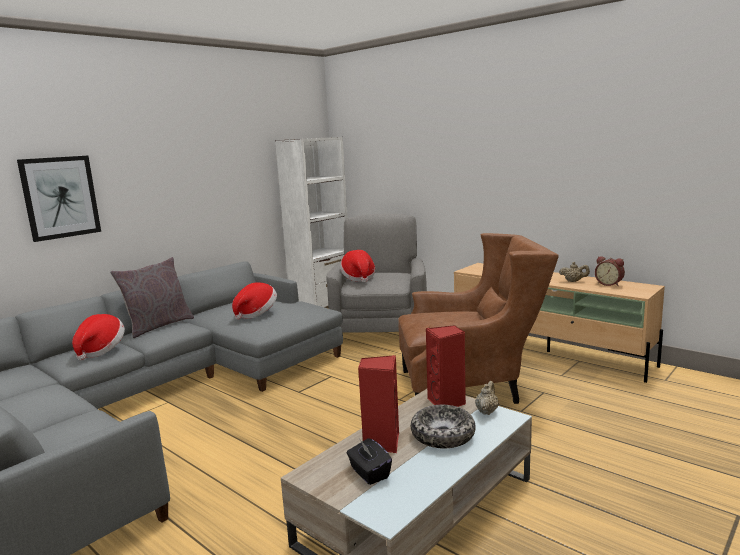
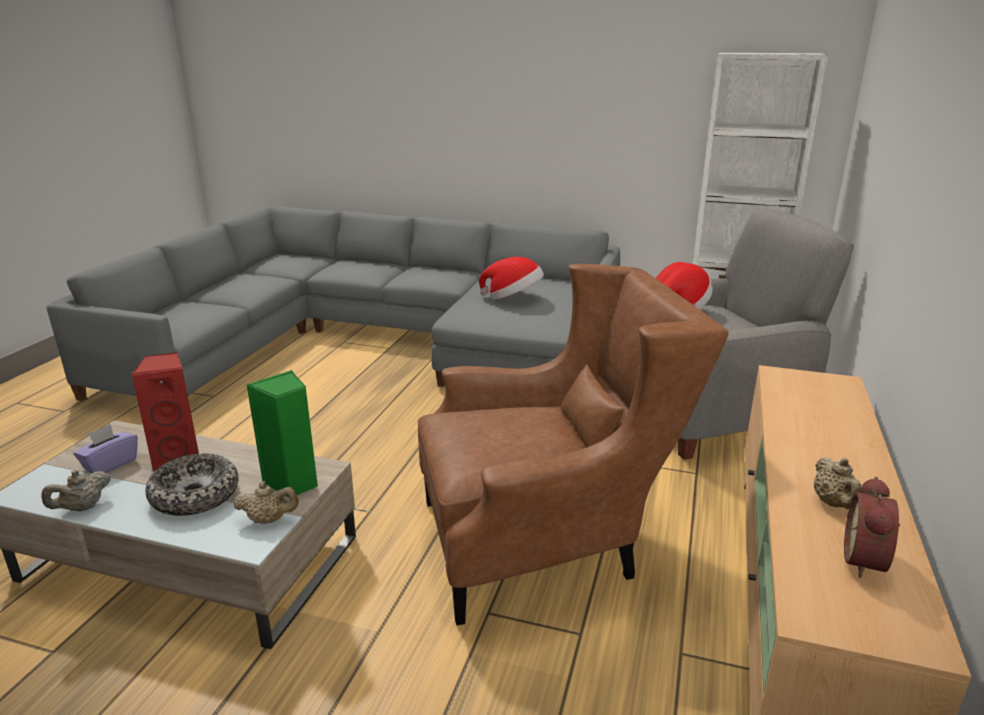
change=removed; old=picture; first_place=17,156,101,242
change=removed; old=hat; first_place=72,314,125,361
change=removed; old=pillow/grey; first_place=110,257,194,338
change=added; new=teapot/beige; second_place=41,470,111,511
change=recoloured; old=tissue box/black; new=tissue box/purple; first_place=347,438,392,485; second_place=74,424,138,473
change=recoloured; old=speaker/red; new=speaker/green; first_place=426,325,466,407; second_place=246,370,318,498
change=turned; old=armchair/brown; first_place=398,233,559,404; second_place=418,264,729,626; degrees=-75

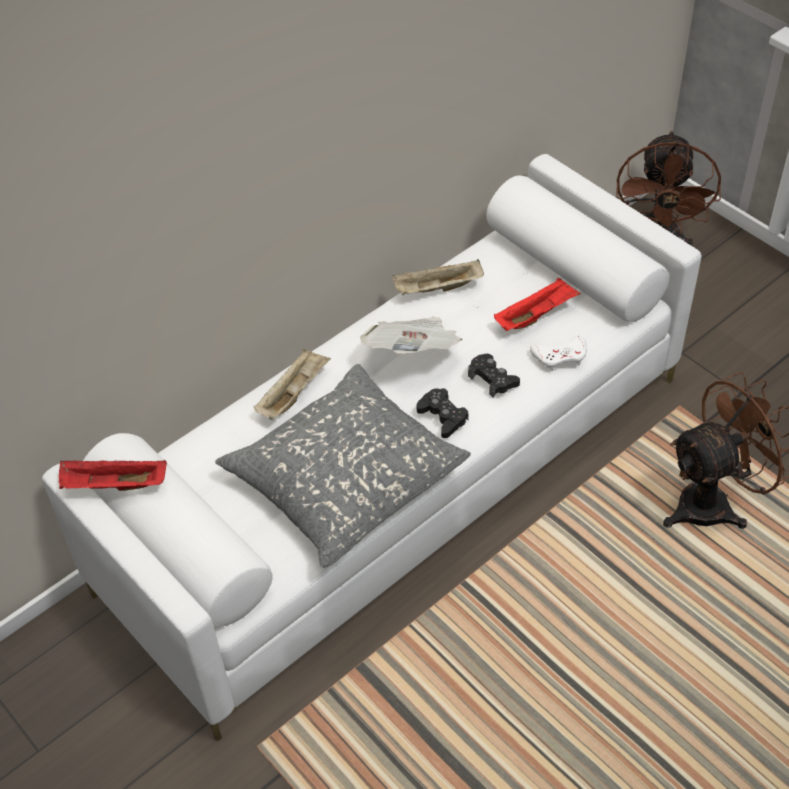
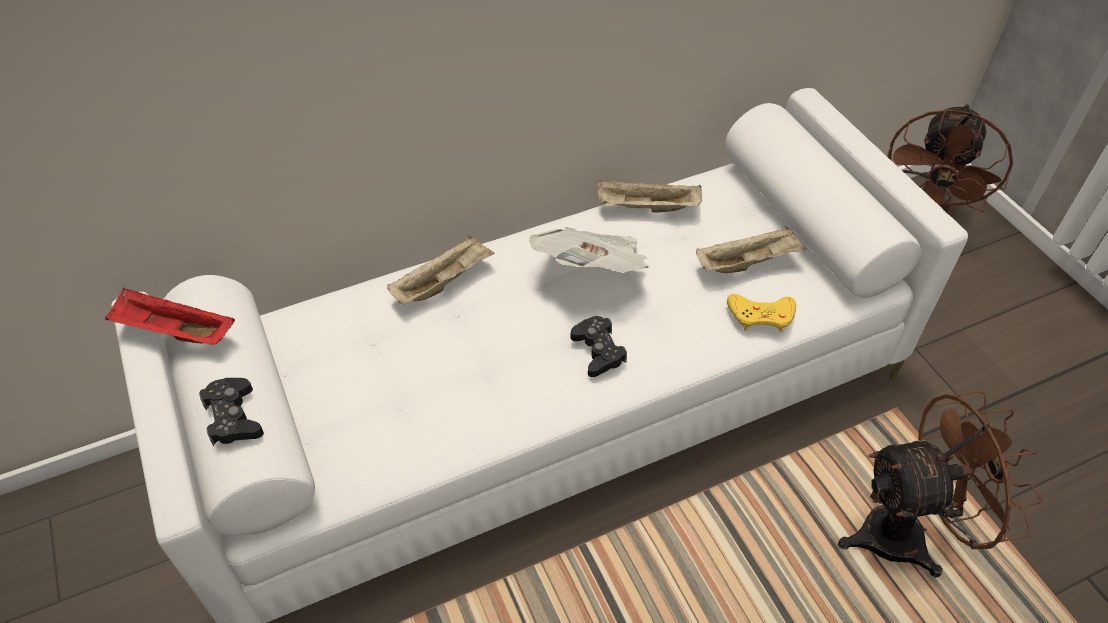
change=removed; old=pillow/grey; first_place=215,364,471,568
change=moved; old=game controller/black; first_place=468,354,520,398; second_place=199,378,264,446
change=recoloured; old=tray/red; new=tray/beige; first_place=494,278,581,331; second_place=696,225,807,273
change=recoloured; old=game controller/white; new=game controller/yellow; first_place=530,336,587,371; second_place=727,294,796,332

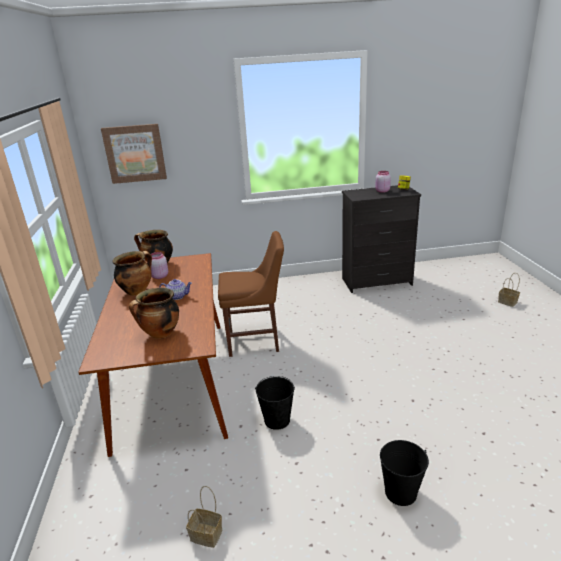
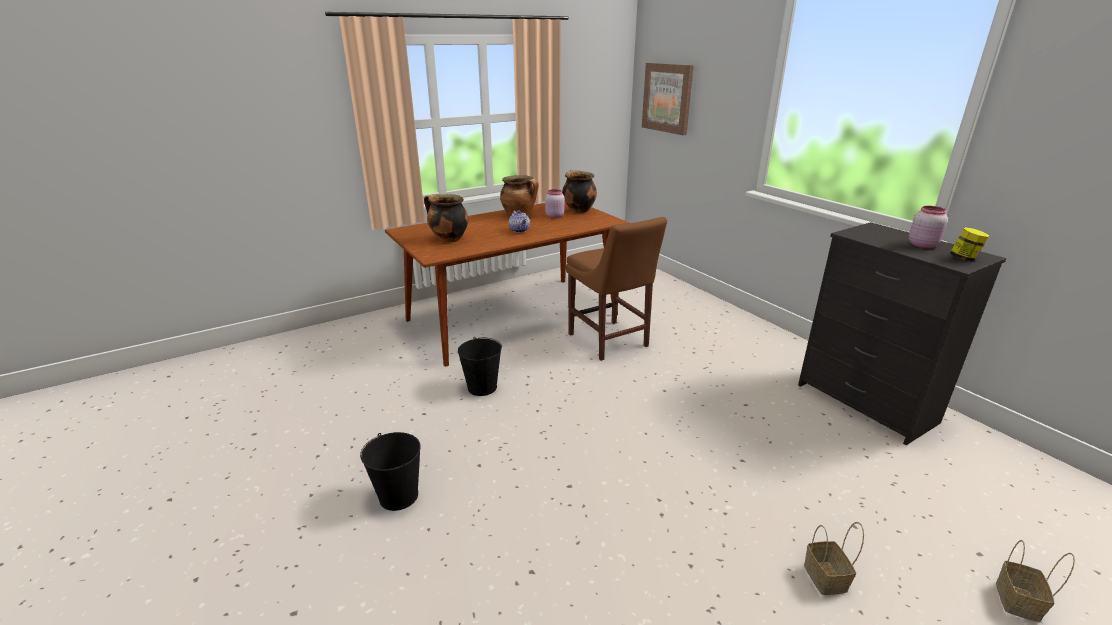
change=moved; old=basket; first_place=186,486,222,548; second_place=804,522,864,595

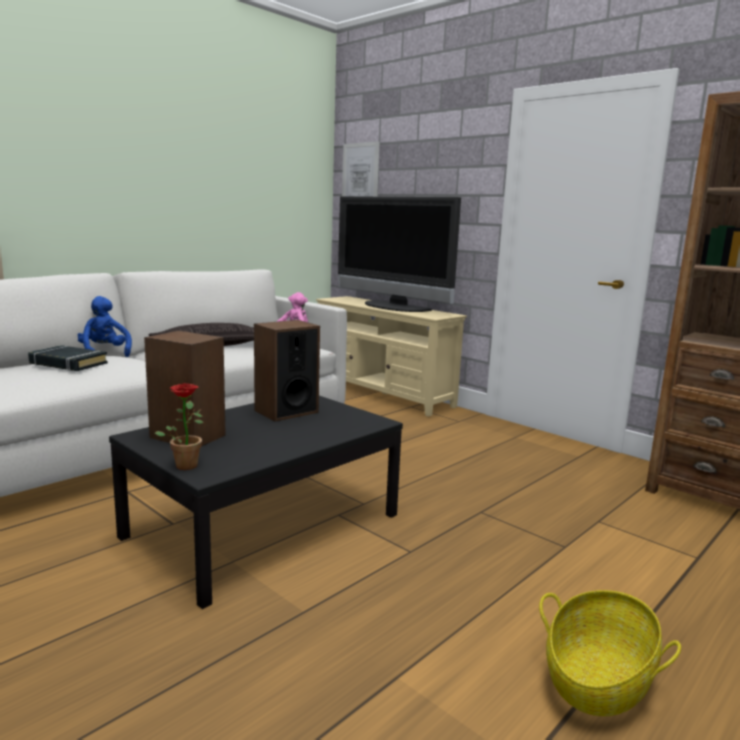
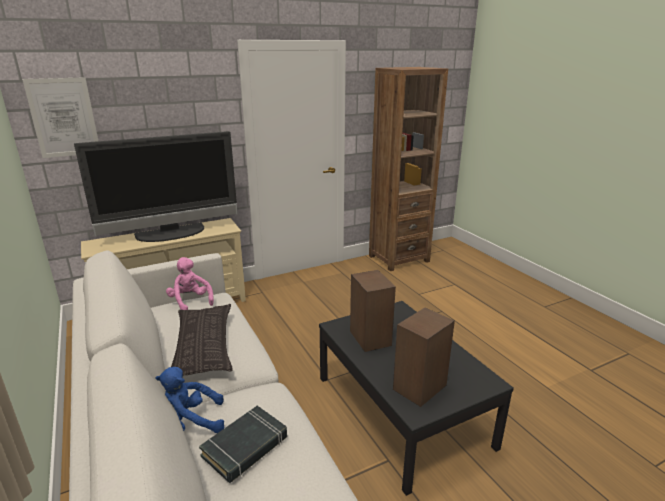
change=removed; old=potted plant; first_place=155,383,203,470
change=removed; old=basket; first_place=539,590,681,716

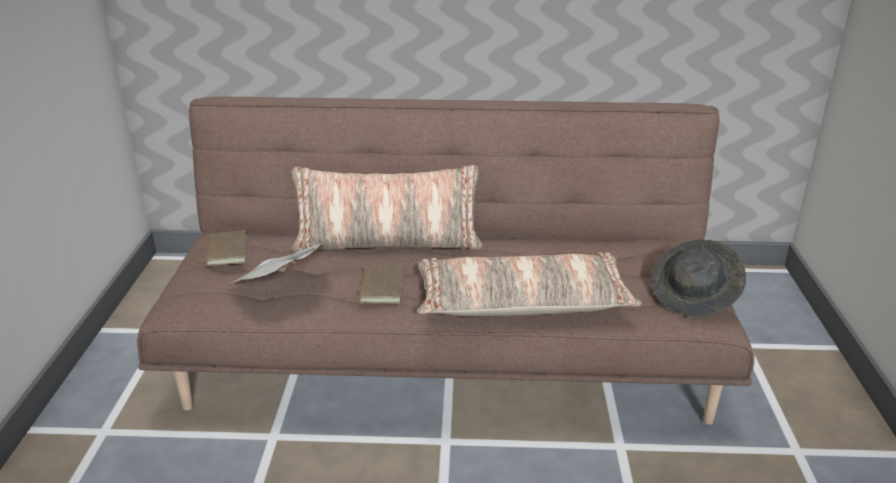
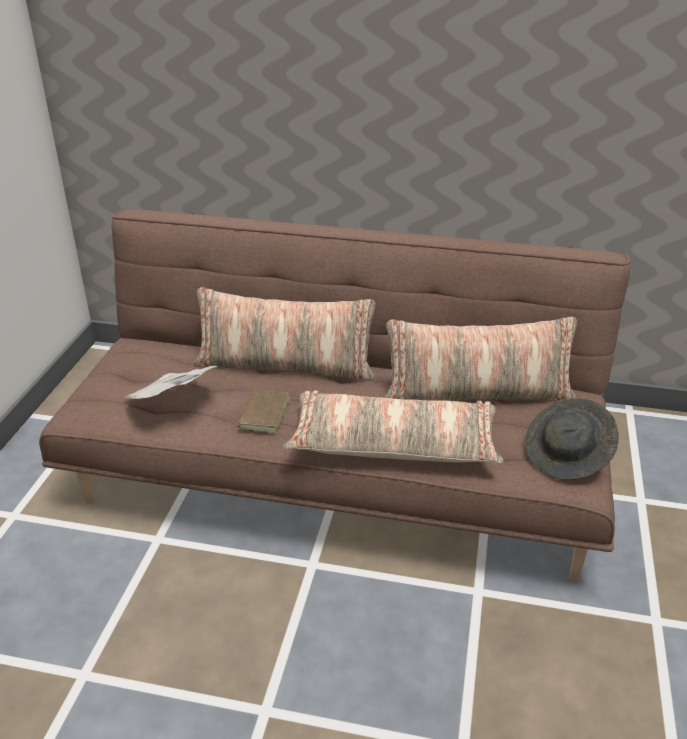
change=removed; old=book/brown; first_place=192,230,248,266
change=added; new=pillow; second_place=384,317,577,401

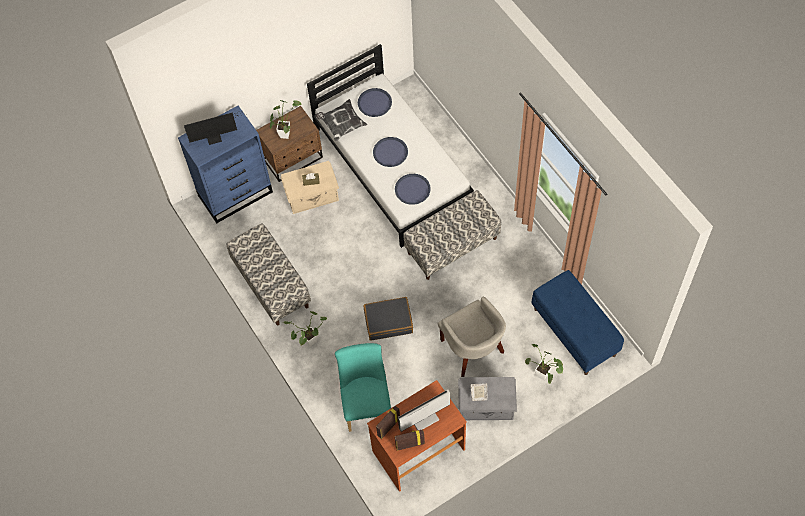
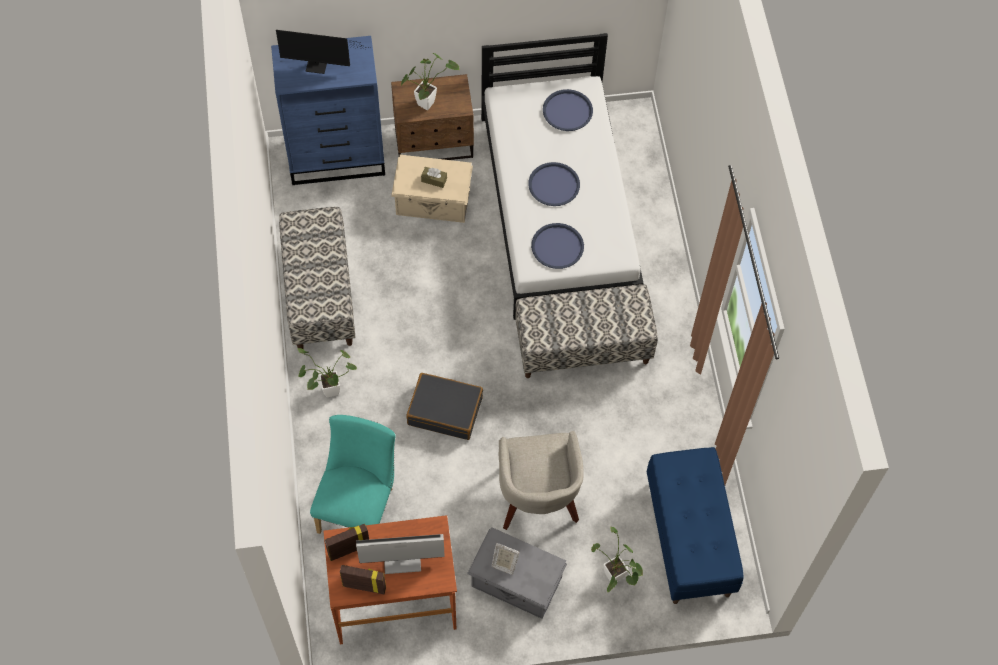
change=removed; old=pillow; first_place=315,99,367,141

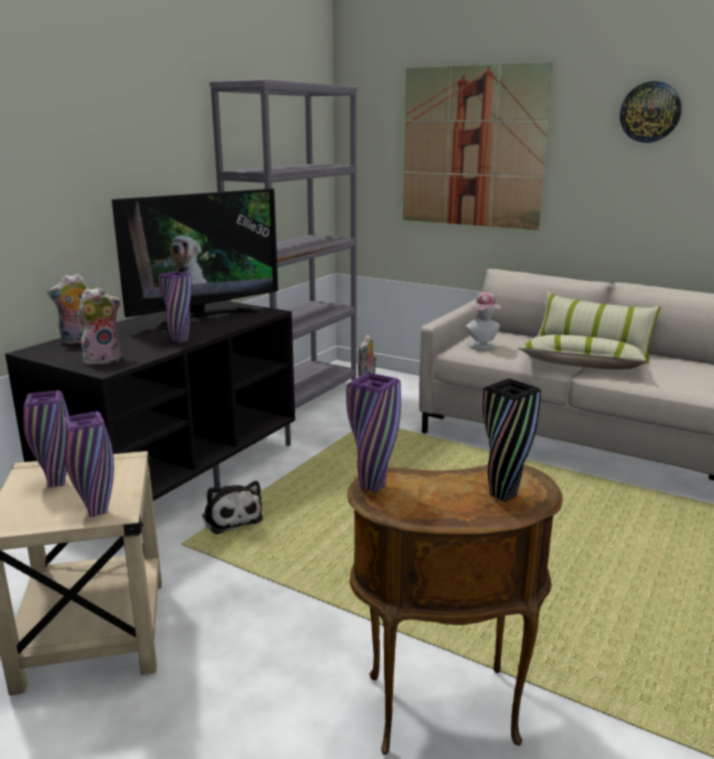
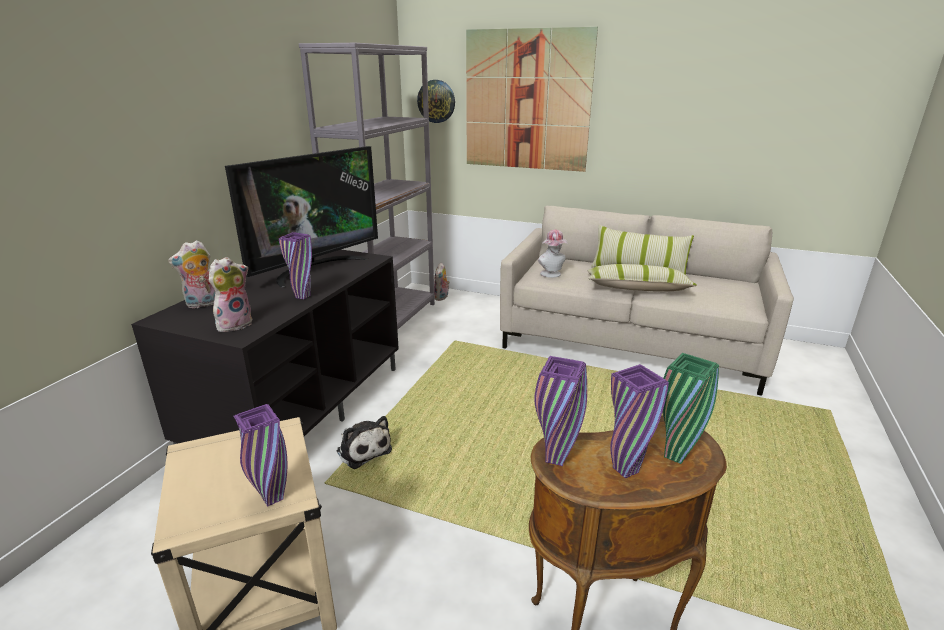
change=moved; old=vase/purple; first_place=23,390,69,488; second_place=610,364,669,478
change=moved; old=wall clock; first_place=620,81,682,143; second_place=417,80,455,123
change=recoloured; old=vase/black; new=vase/green; first_place=483,378,541,502; second_place=663,353,719,464

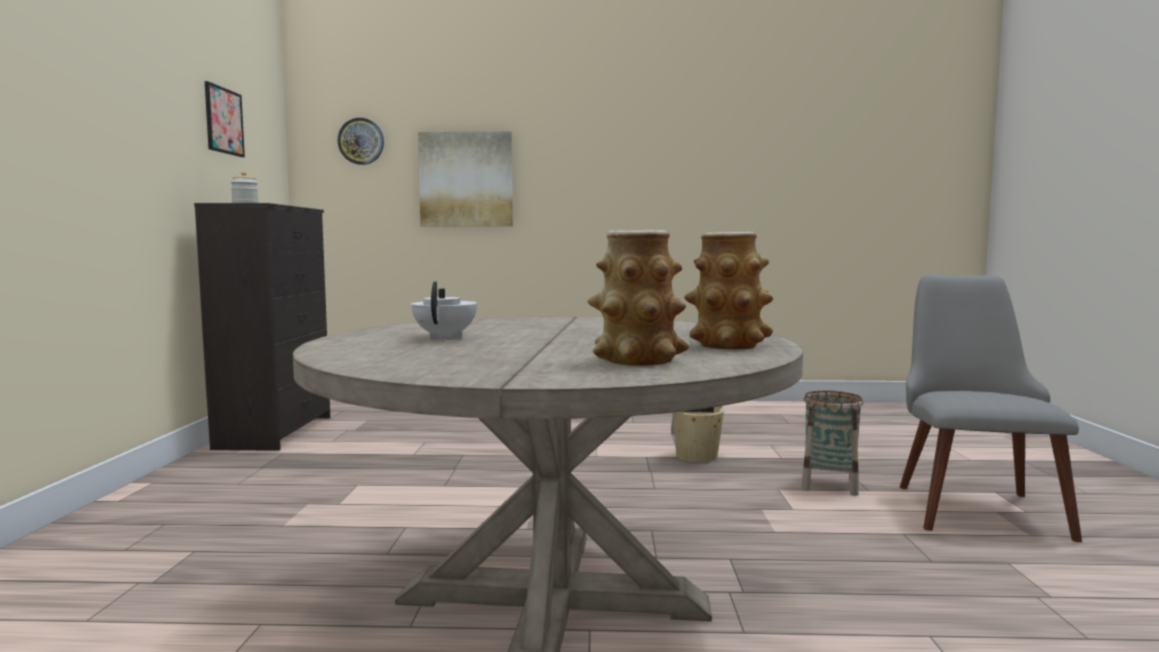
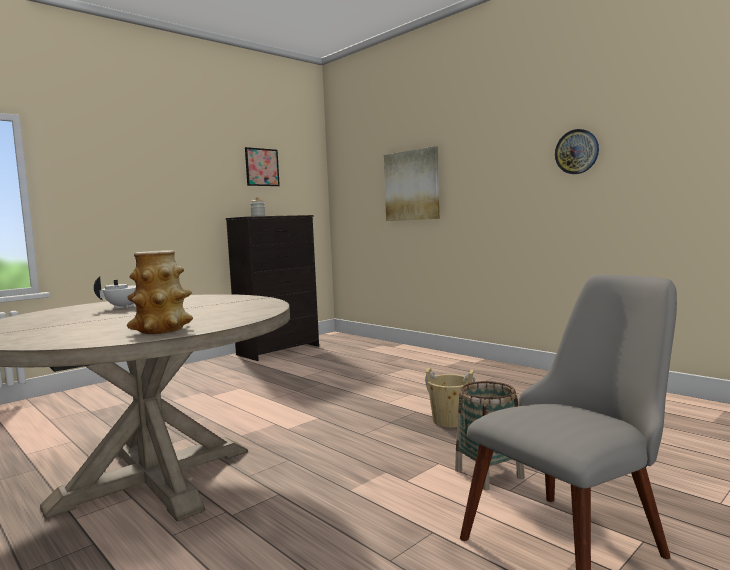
change=removed; old=vase; first_place=587,230,689,366
change=moved; old=wall clock; first_place=338,118,384,165; second_place=555,129,599,174

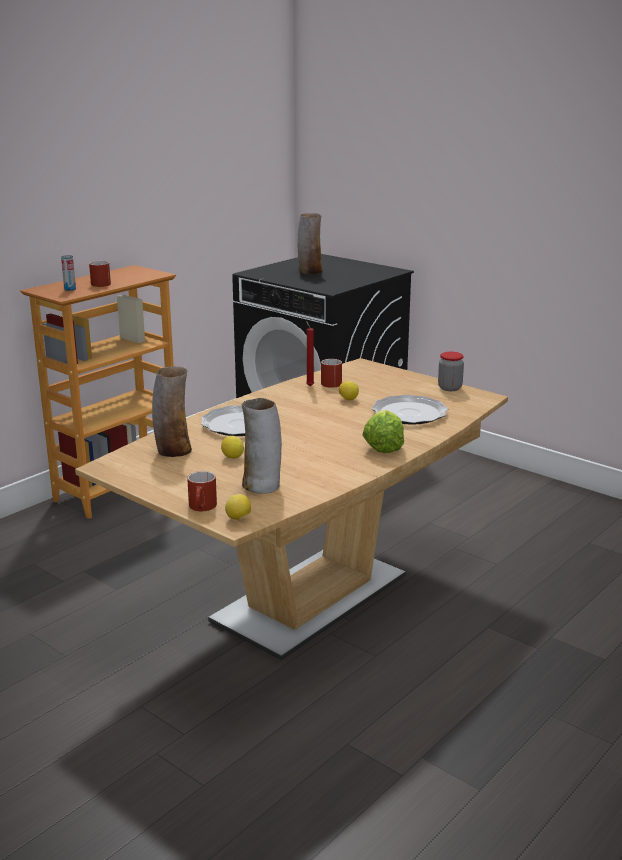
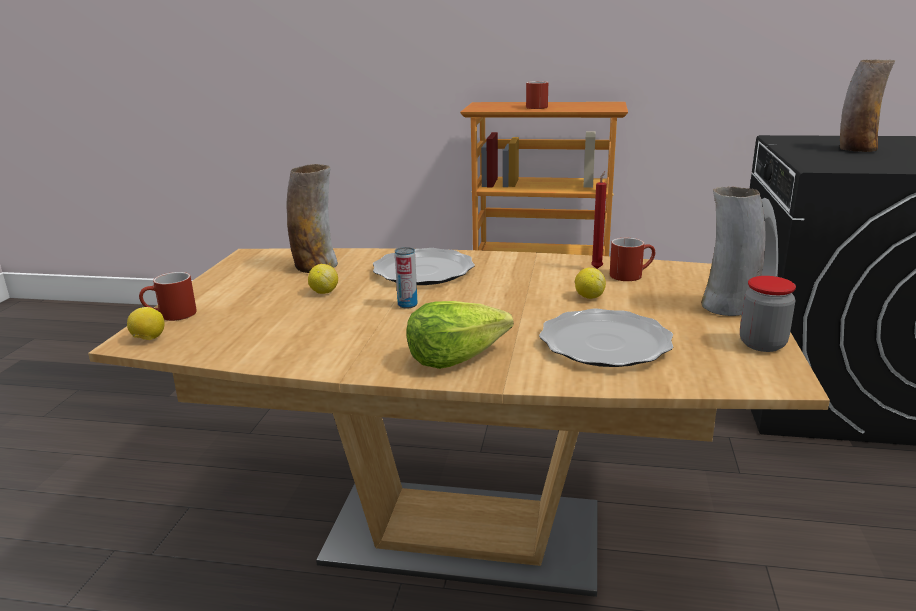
change=moved; old=can; first_place=61,255,76,291; second_place=395,247,418,308
change=moved; old=vase; first_place=241,398,282,494; second_place=701,186,766,316

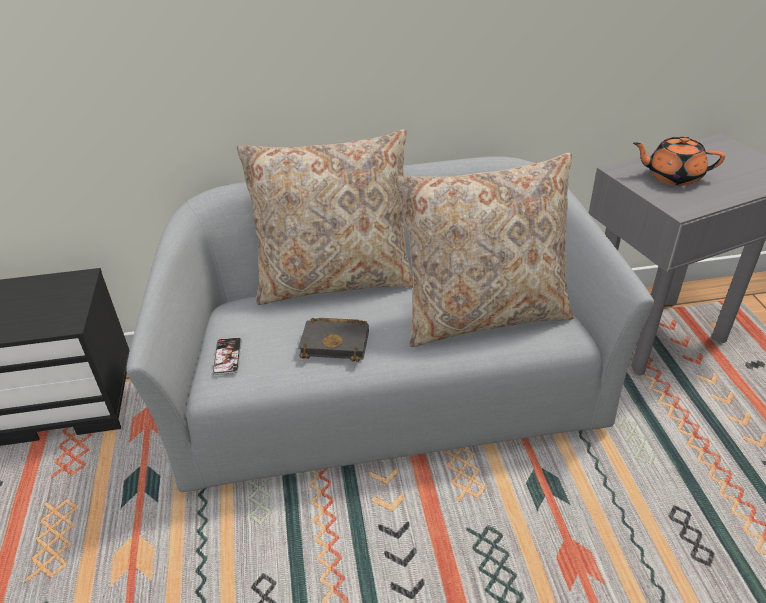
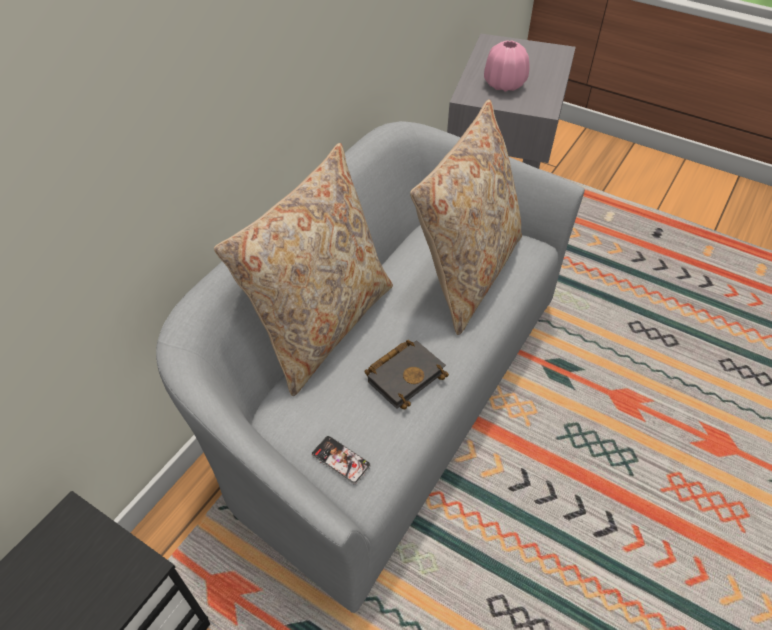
change=replaced; old=teapot/orange; new=vase/pink; first_place=633,136,725,186; second_place=484,40,529,92

